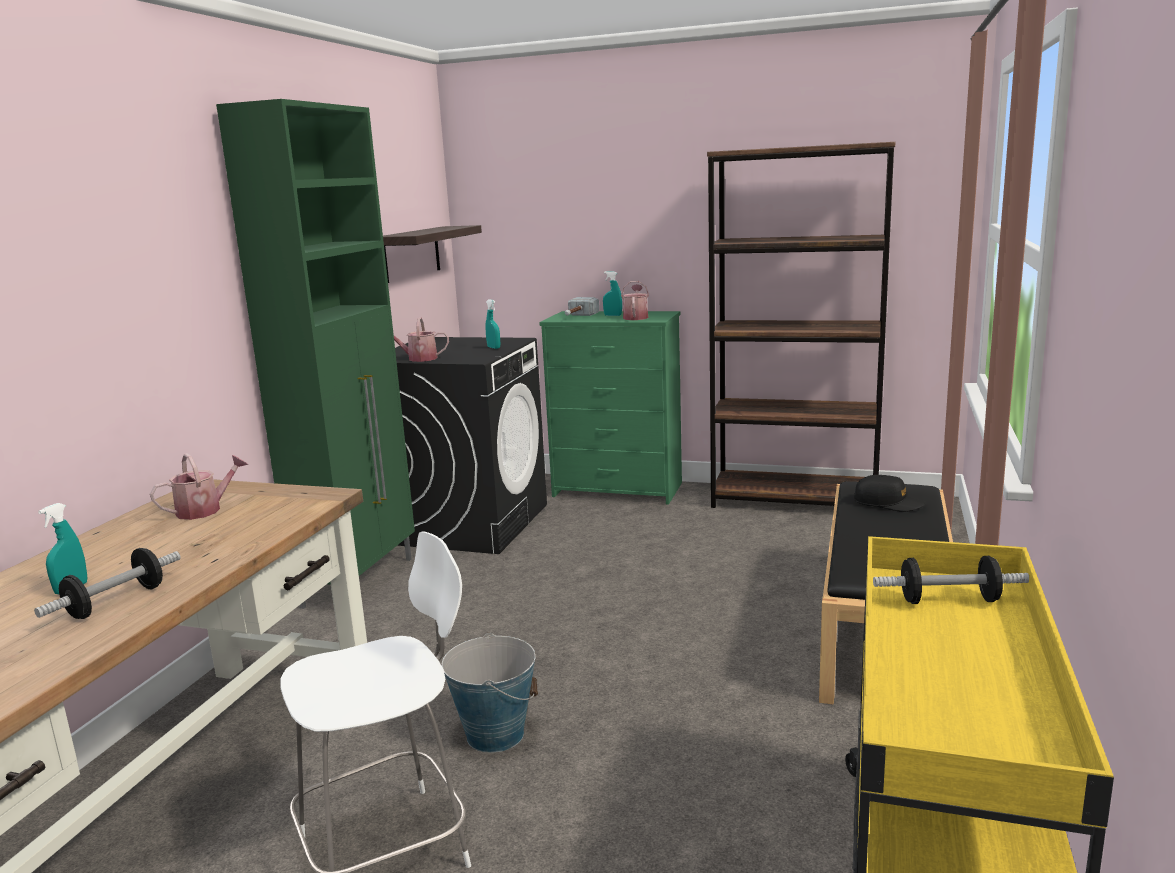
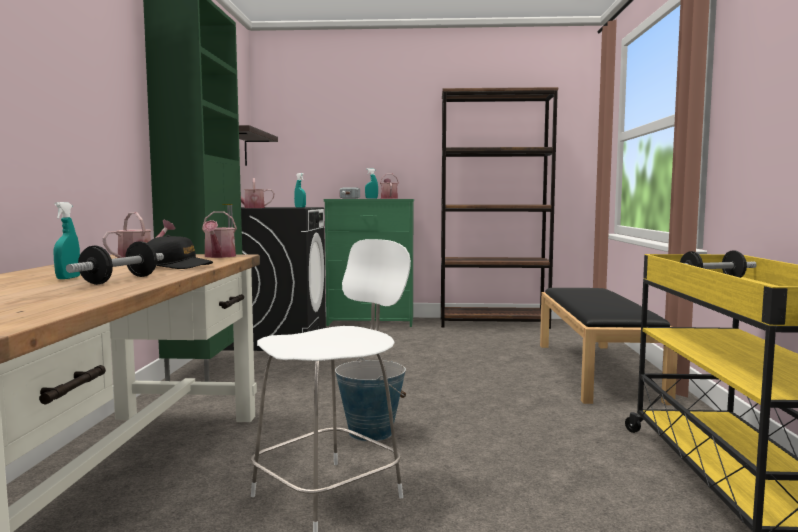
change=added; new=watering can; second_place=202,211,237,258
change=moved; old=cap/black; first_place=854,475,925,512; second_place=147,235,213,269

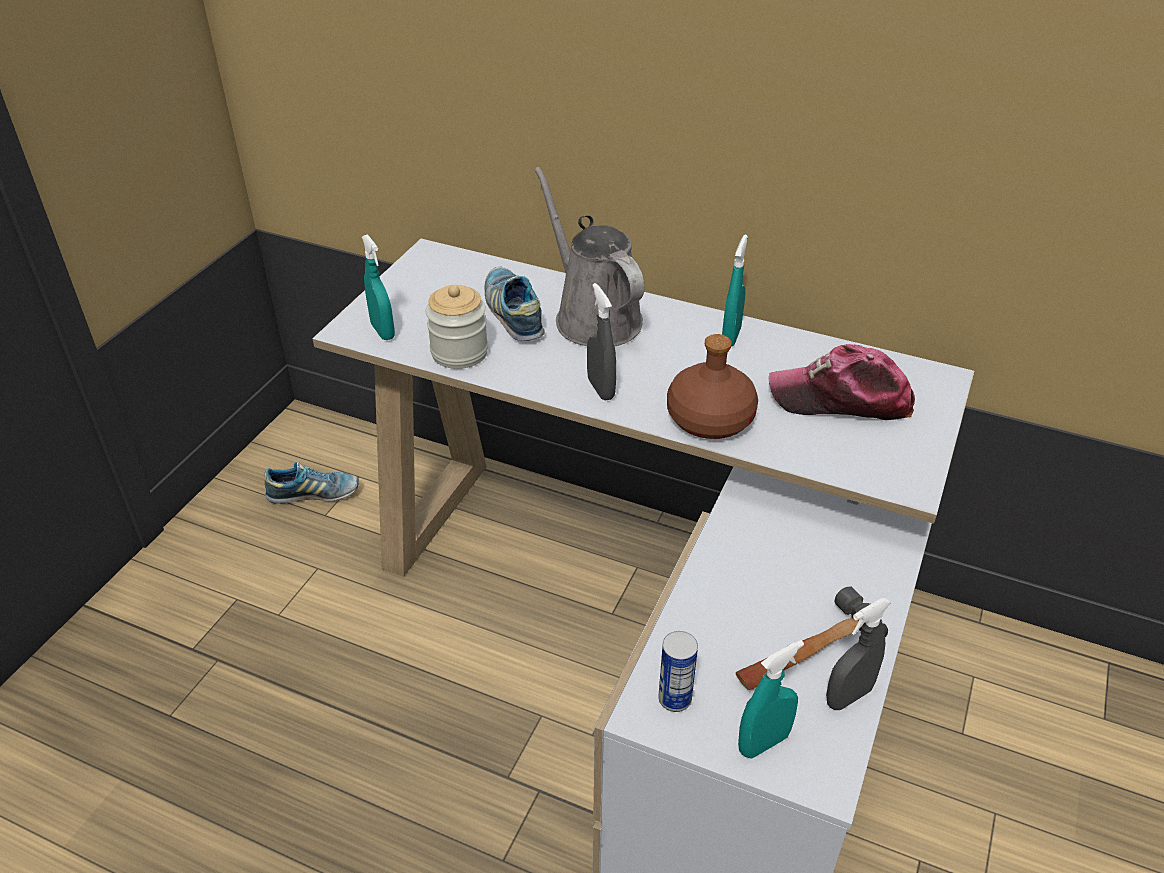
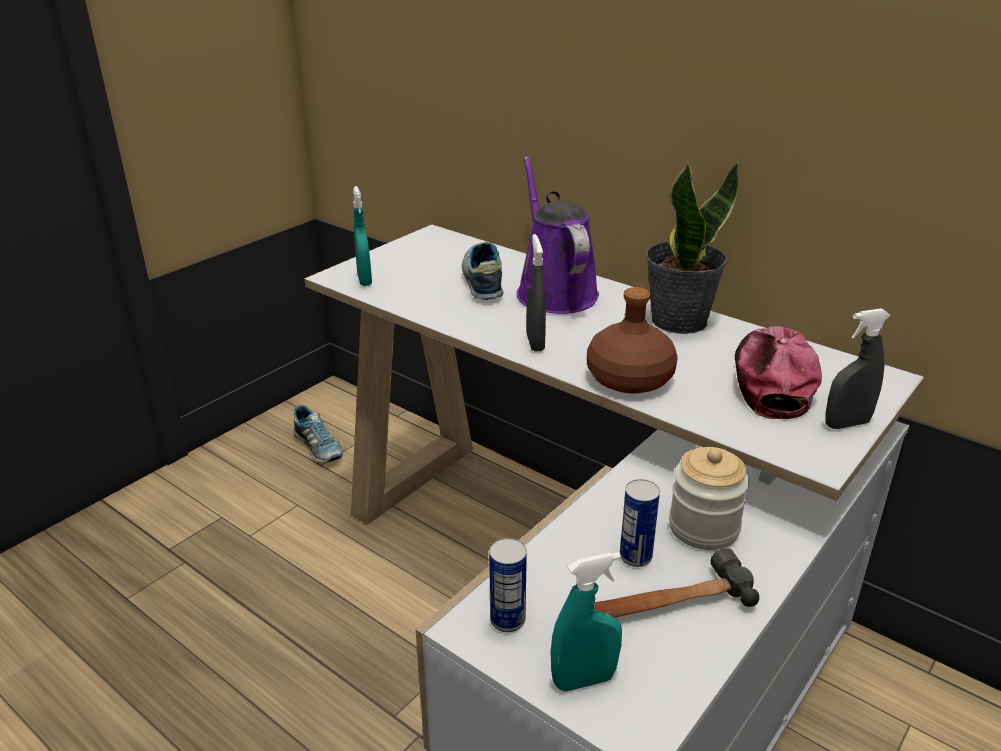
change=added; new=can; second_place=620,479,660,567
change=moved; old=jar; first_place=426,285,488,369; second_place=669,447,749,550
change=moved; old=spray bottle/grey; first_place=826,598,891,710; second_place=825,308,891,429
change=replaced; old=spray bottle/turquoise; new=potted plant; first_place=722,235,748,347; second_place=646,162,739,334
change=recoloured; old=watering can/grey; new=watering can/purple; first_place=534,167,644,346; second_place=517,156,599,314
change=turned; old=shoe; first_place=265,462,359,504; second_place=294,405,343,463; degrees=45
change=turned; old=cap; first_place=769,344,915,420; second_place=735,326,822,419; degrees=75

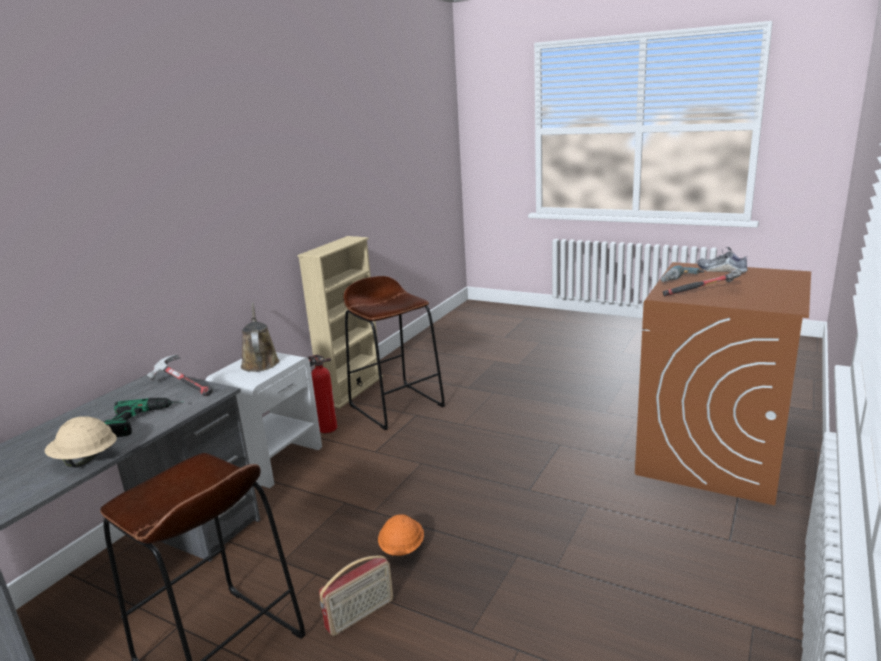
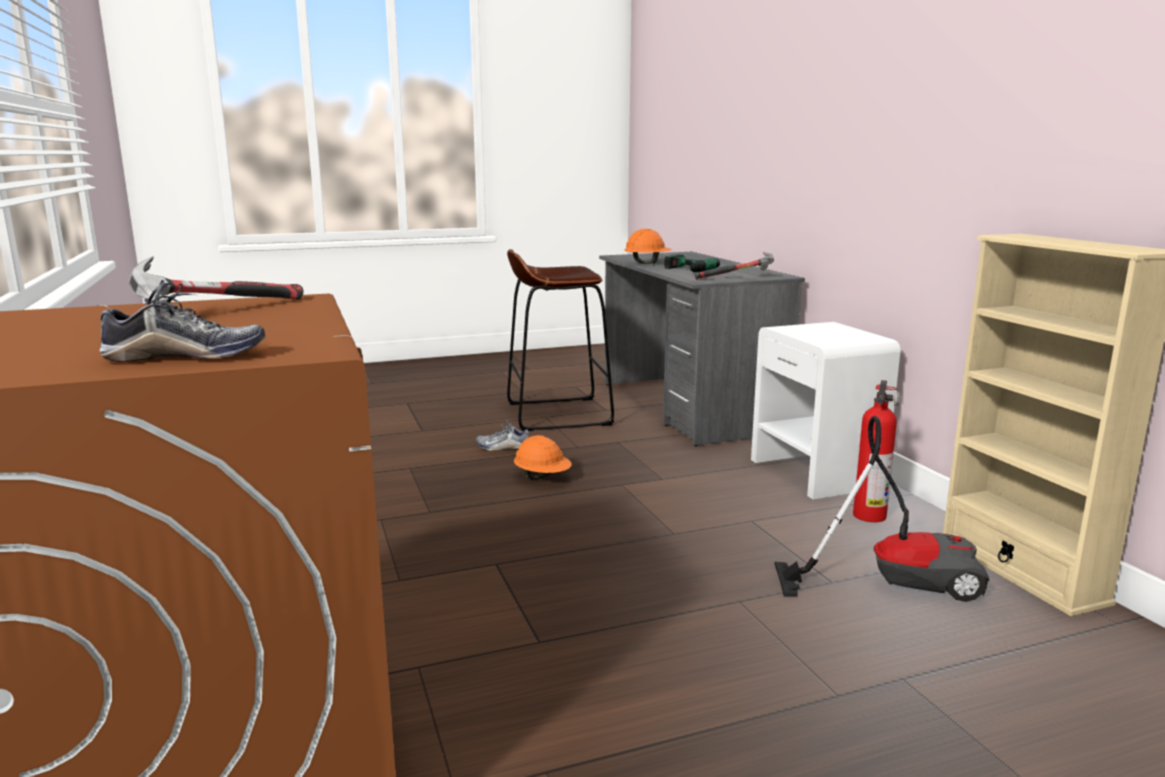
change=removed; old=watering can/brown; first_place=241,303,280,372
change=removed; old=power drill; first_place=661,265,704,282
change=replaced; old=radio; new=shoe; first_place=319,555,393,636; second_place=476,420,530,451
change=replaced; old=stool/brown; new=vacuum cleaner; first_place=343,276,445,430; second_place=774,416,989,602
change=recoloured; old=hard hat/beige; new=hard hat/orange; first_place=45,417,117,468; second_place=624,229,672,264

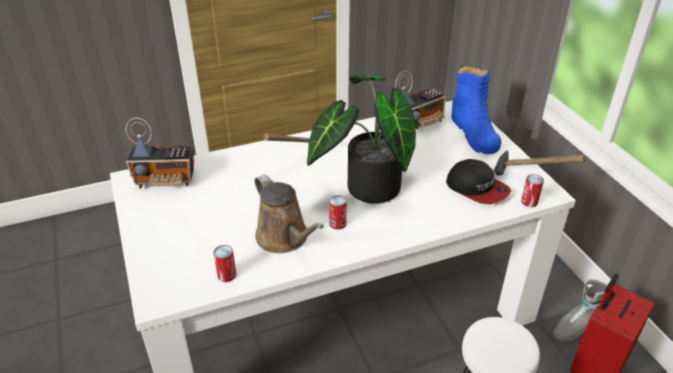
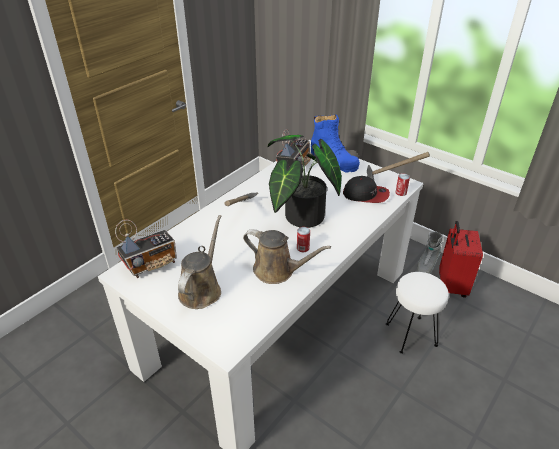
change=removed; old=can; first_place=214,245,236,282
change=added; new=watering can/brown; second_place=178,215,221,309

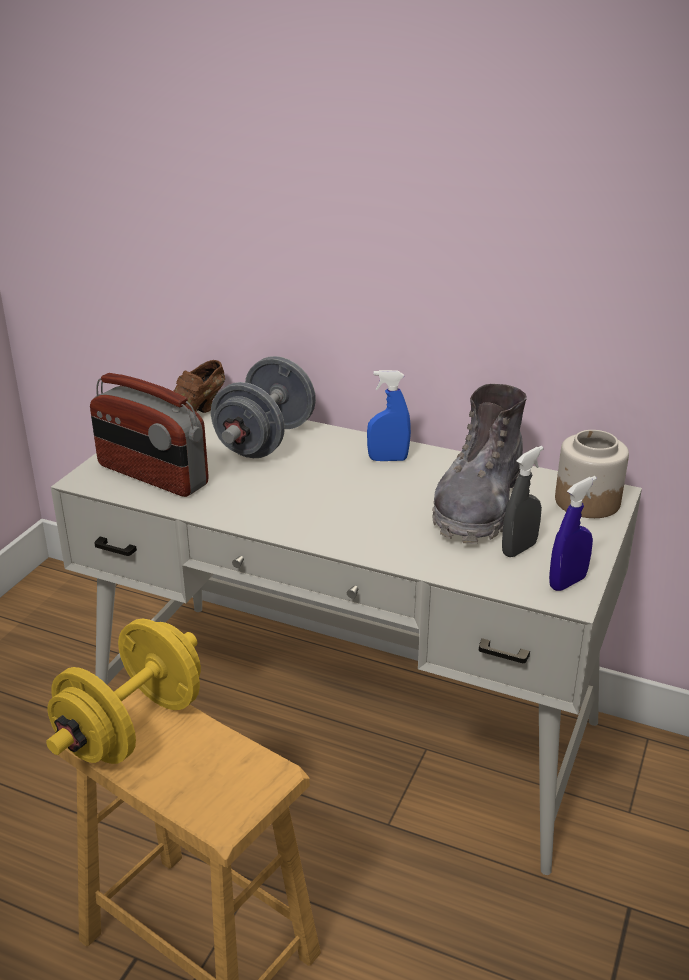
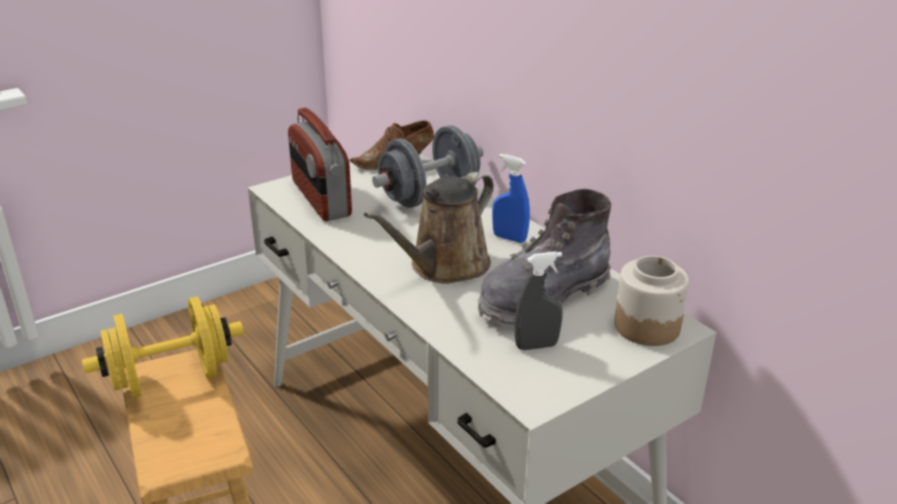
change=removed; old=spray bottle/blue; first_place=549,476,597,591
change=added; new=watering can/brown; second_place=364,172,494,284

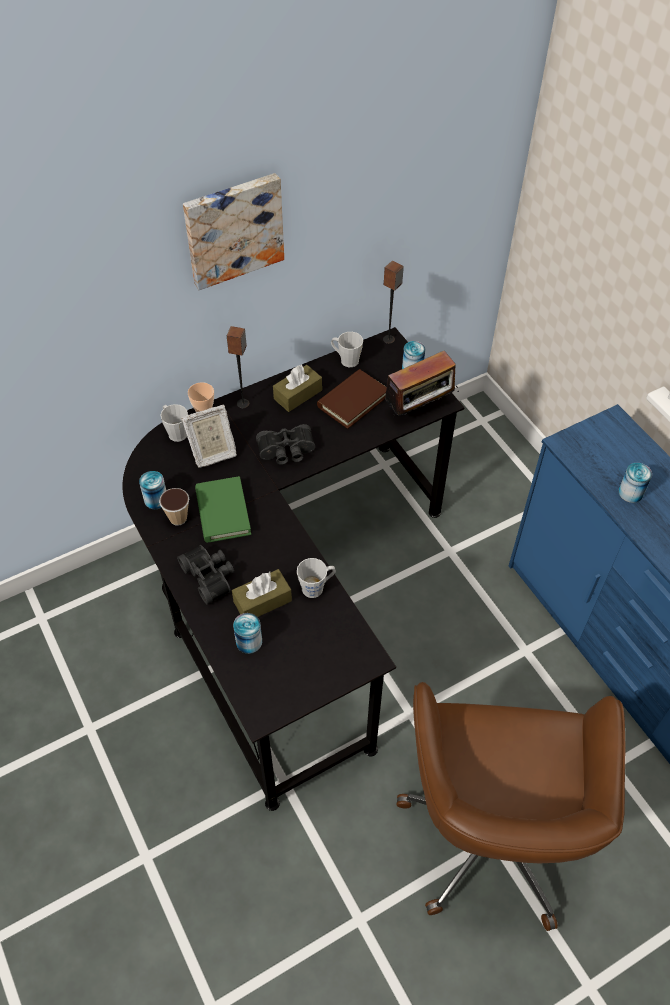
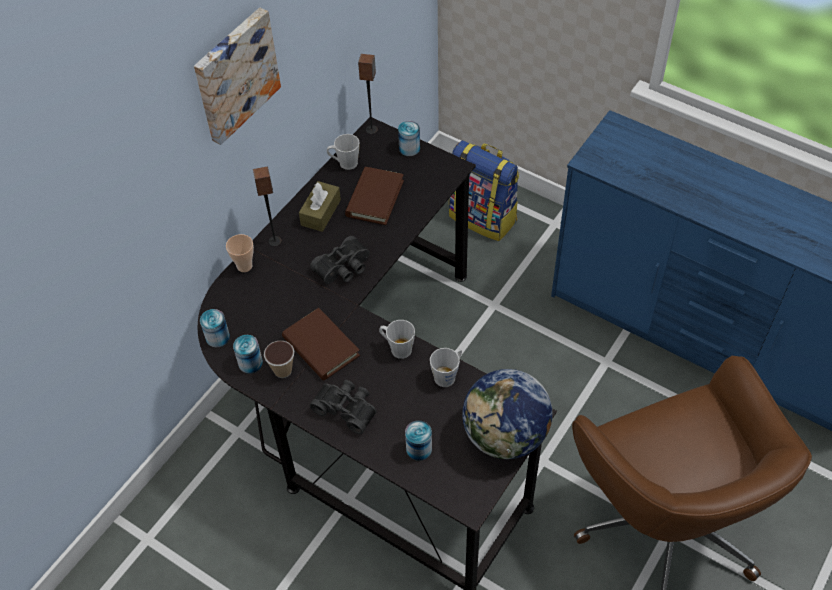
change=removed; old=picture frame; first_place=181,404,237,468
change=removed; old=tissue box/brown; first_place=232,569,292,617
change=removed; old=radio; first_place=385,351,459,415
change=added; new=backpack; second_place=449,140,519,241
change=added; new=globe; second_place=462,369,552,459
change=moved; old=mug/grey; first_place=161,404,188,442; second_place=379,320,415,359
change=moved; old=can; first_place=618,463,652,503; second_place=200,309,230,348
change=recoloured; old=book/green; new=book/brown; first_place=195,476,251,543; second_place=282,308,360,381

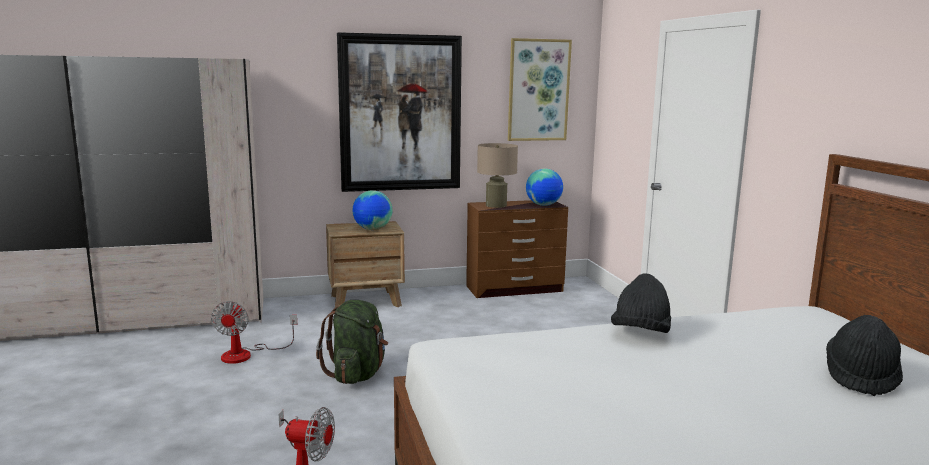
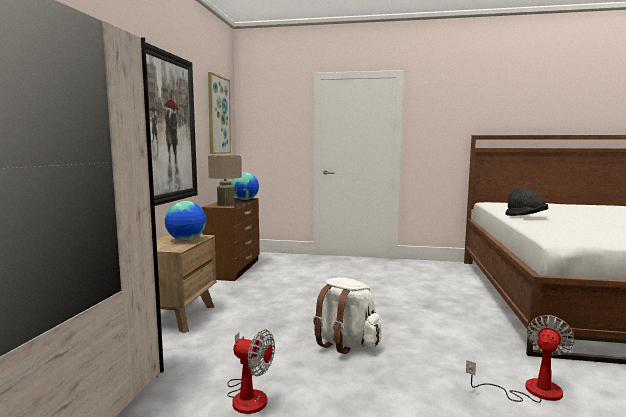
change=removed; old=hat/black; first_place=826,315,903,396
change=recoloured; old=backpack/green; new=backpack/white; first_place=316,300,388,384; second_place=313,277,381,354

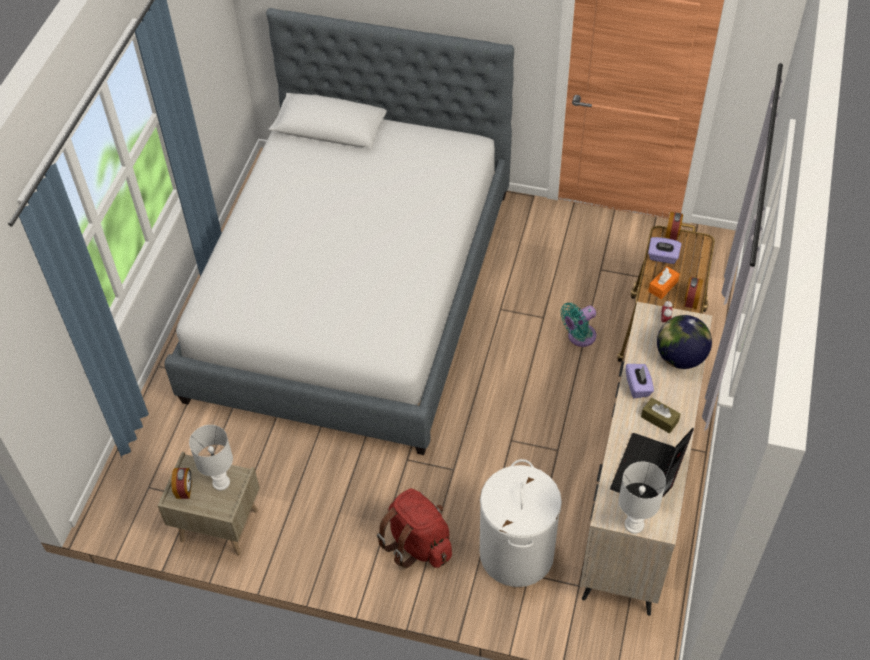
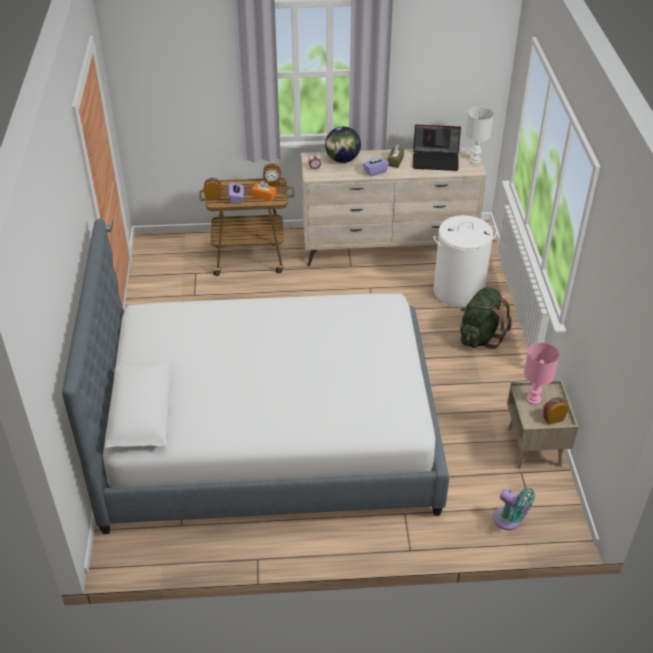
change=moved; old=fan/turquoise; first_place=561,303,596,347; second_place=493,488,535,530
change=recoloured; old=table lamp/white; new=table lamp/pink; first_place=189,425,233,491; second_place=524,342,559,405
change=recoloured; old=backpack/red; new=backpack/green; first_place=377,489,452,568; second_place=460,287,511,349

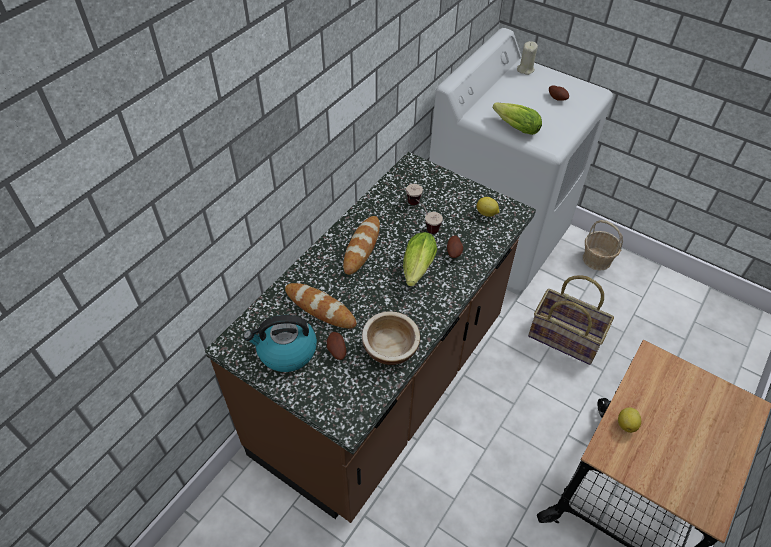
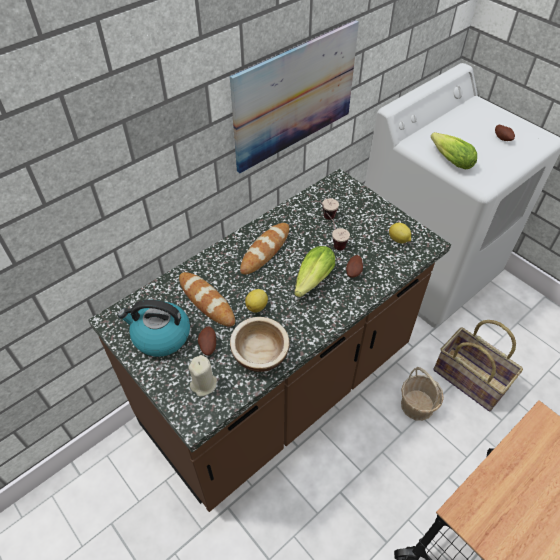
change=added; new=picture; second_place=230,20,359,174
change=moved; old=candle/beige; first_place=517,41,538,75; second_place=188,355,217,397
change=moved; old=basket; first_place=583,220,623,271; second_place=401,367,444,421
change=moved; old=lemon; first_place=618,407,641,433; second_place=245,289,268,313

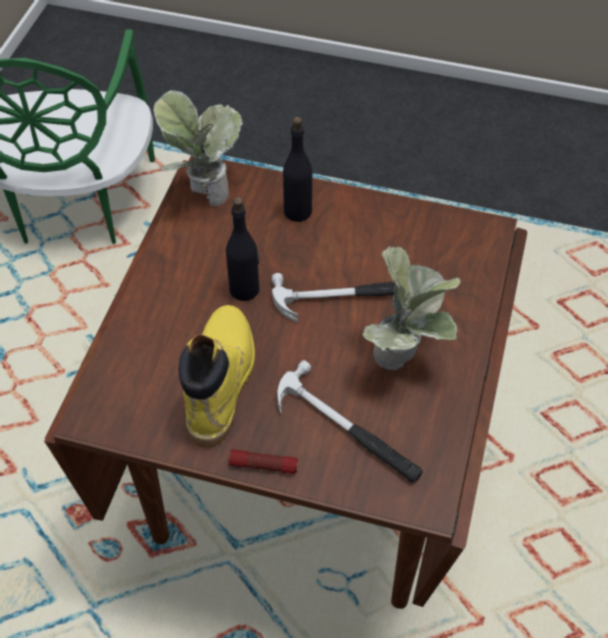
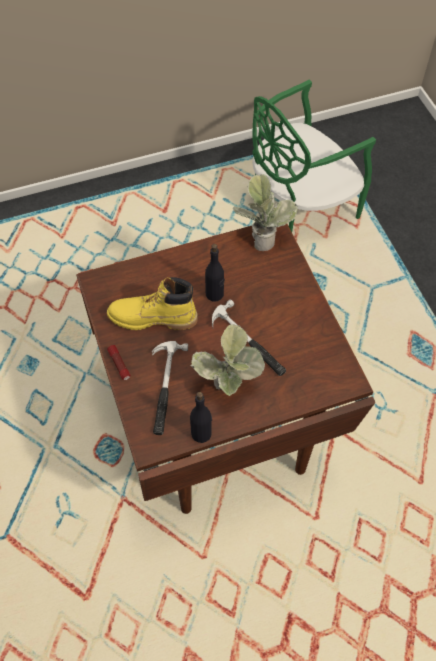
change=moved; old=bottle/black; first_place=283,117,312,222; second_place=190,392,212,443
change=turned; old=boot/yellow; first_place=178,305,255,448; second_place=107,277,198,330; degrees=-150

